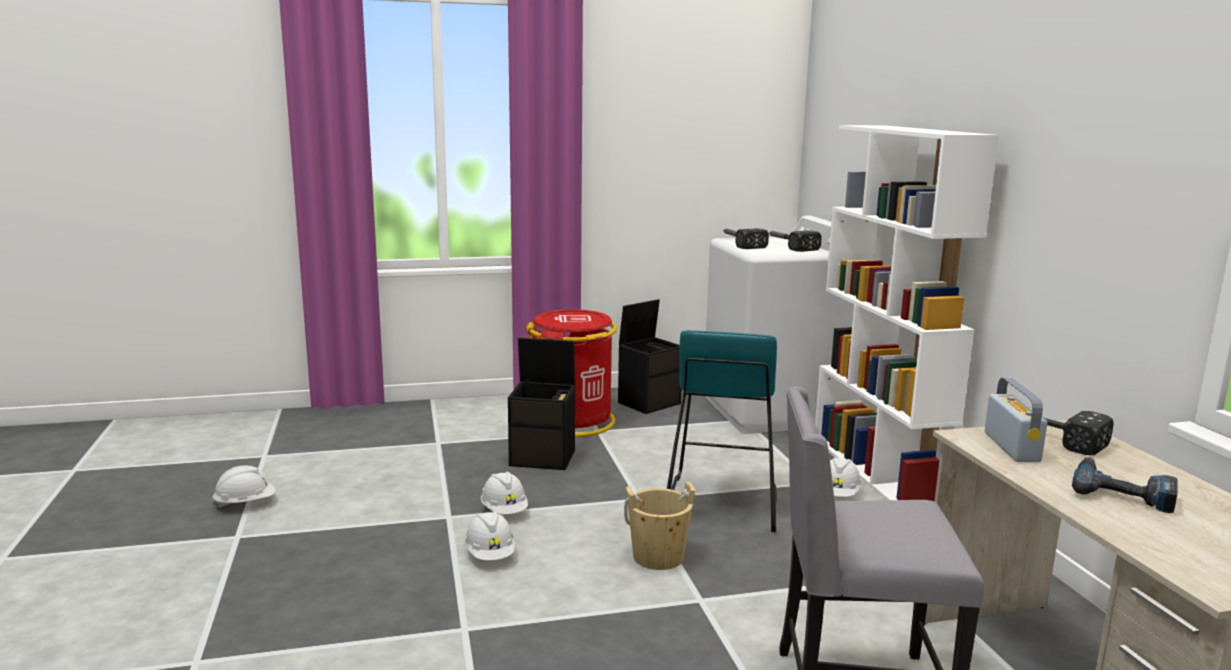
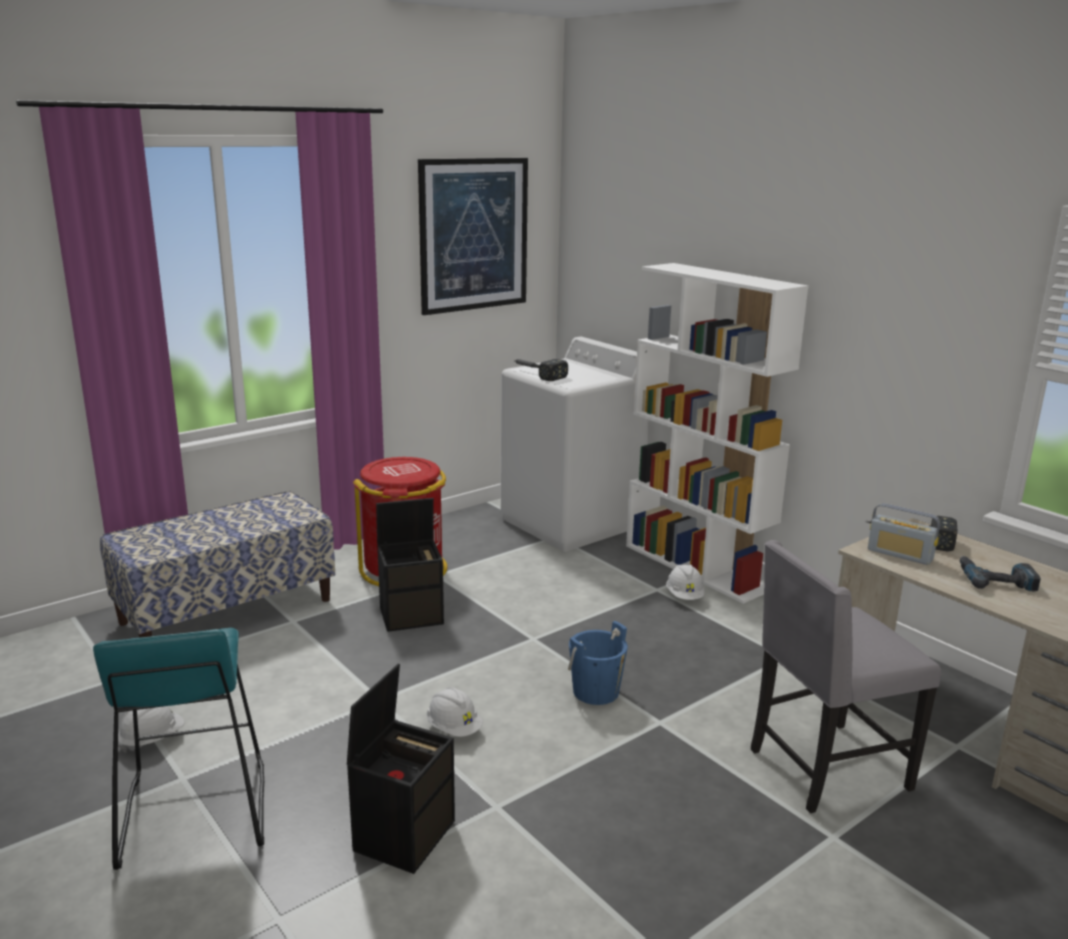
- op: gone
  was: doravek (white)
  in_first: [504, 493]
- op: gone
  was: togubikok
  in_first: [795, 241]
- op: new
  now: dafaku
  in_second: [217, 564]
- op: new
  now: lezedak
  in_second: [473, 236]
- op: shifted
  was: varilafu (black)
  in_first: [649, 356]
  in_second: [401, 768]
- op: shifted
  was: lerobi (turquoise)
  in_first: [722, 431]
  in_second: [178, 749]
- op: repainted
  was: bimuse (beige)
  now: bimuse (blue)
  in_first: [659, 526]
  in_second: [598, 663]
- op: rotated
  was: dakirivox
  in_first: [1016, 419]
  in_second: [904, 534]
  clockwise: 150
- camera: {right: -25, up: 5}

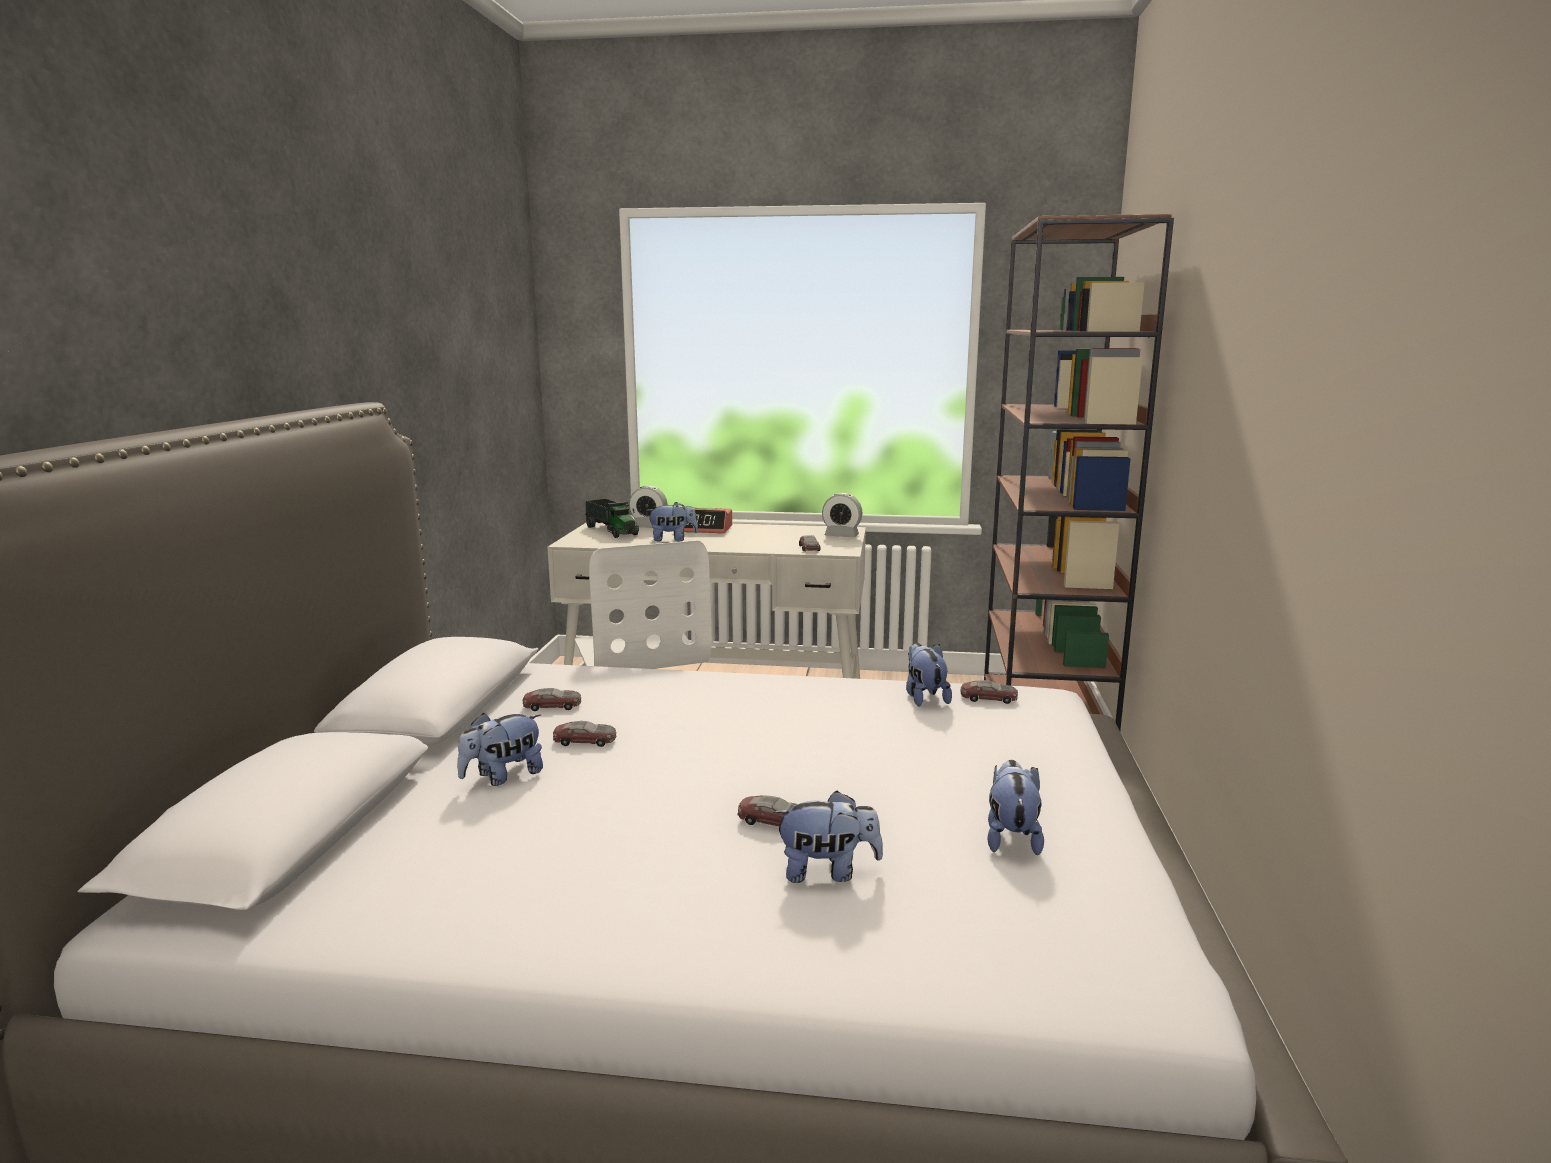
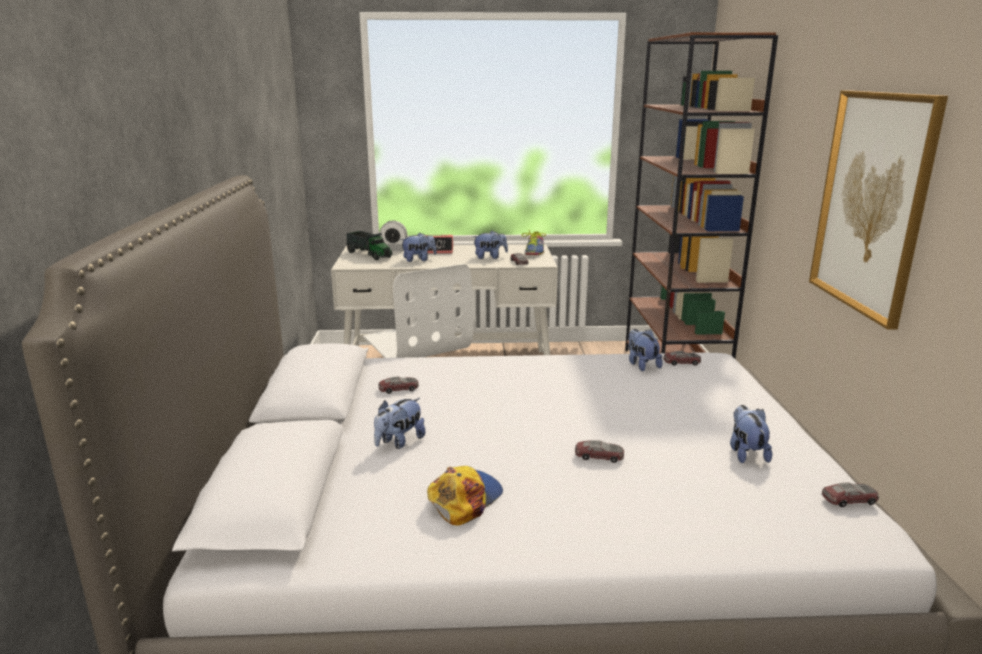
- op: new
  now: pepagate
  in_second: [465, 496]
- op: new
  now: lezedak
  in_second: [878, 210]
- op: shifted
  was: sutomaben
  in_first: [584, 734]
  in_second: [850, 494]
- op: shifted
  was: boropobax
  in_first: [828, 837]
  in_second: [490, 245]
- op: swapped
  was: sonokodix
  now: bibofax
  in_first: [842, 515]
  in_second: [534, 242]
- camera: {right: -10, up: 5}

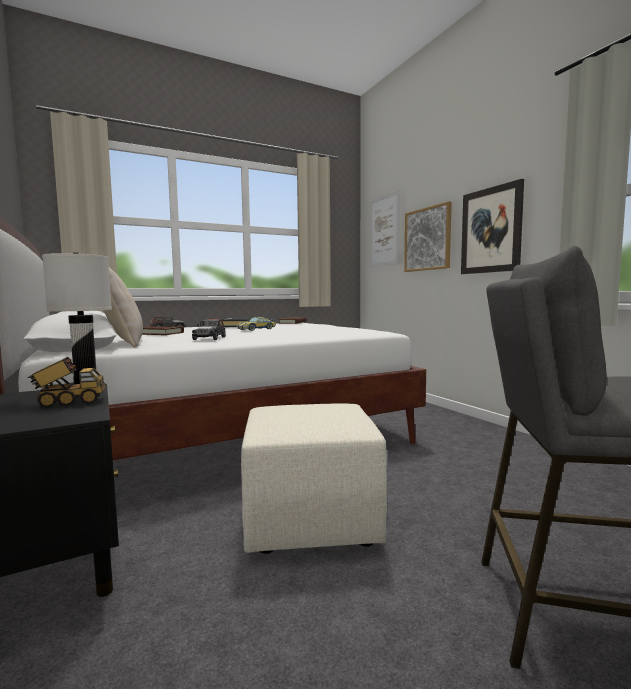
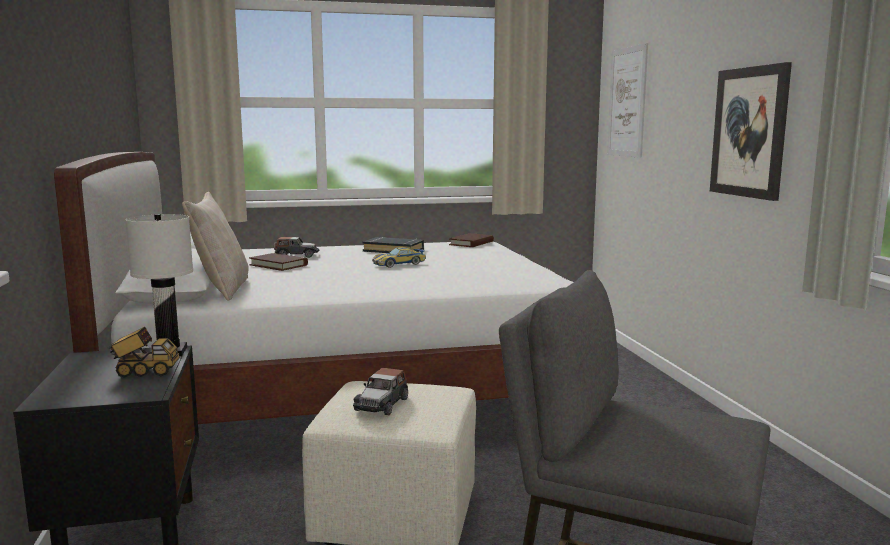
- op: gone
  was: lezedak
  in_first: [428, 236]
- op: shifted
  was: sutomaben
  in_first: [209, 329]
  in_second: [380, 391]
- camera: {right: 15, up: 5}

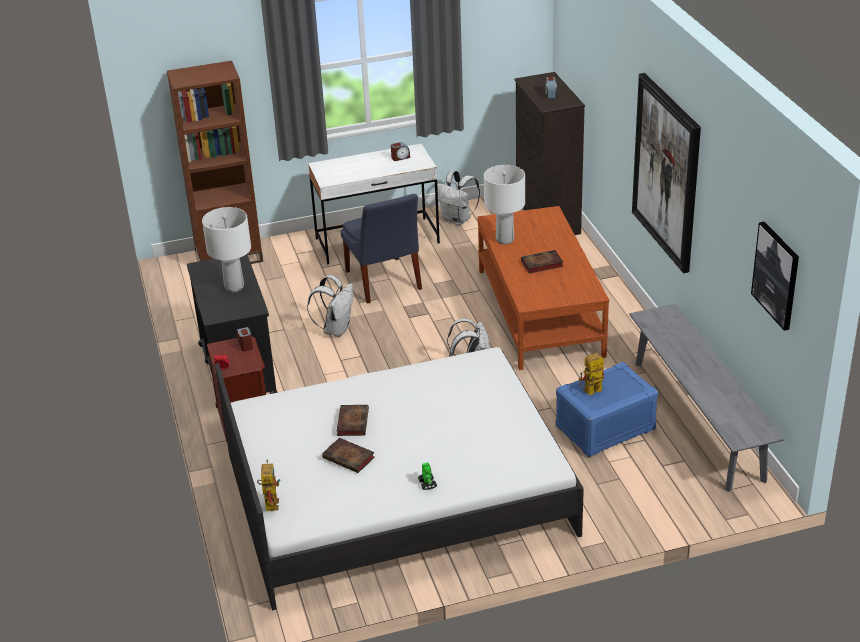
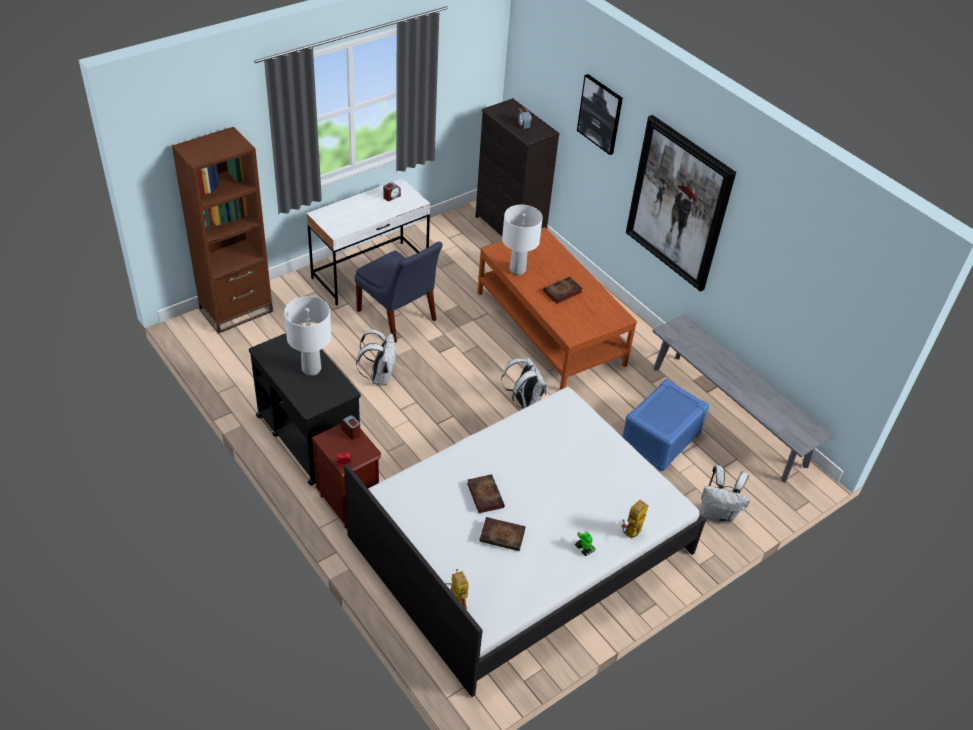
- op: shifted
  was: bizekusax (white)
  in_first: [458, 197]
  in_second: [725, 494]
- op: shifted
  was: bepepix
  in_first: [591, 373]
  in_second: [634, 519]
- op: shifted
  was: lezedak
  in_first: [775, 276]
  in_second: [600, 114]
- camera: {right: -25, up: 10}

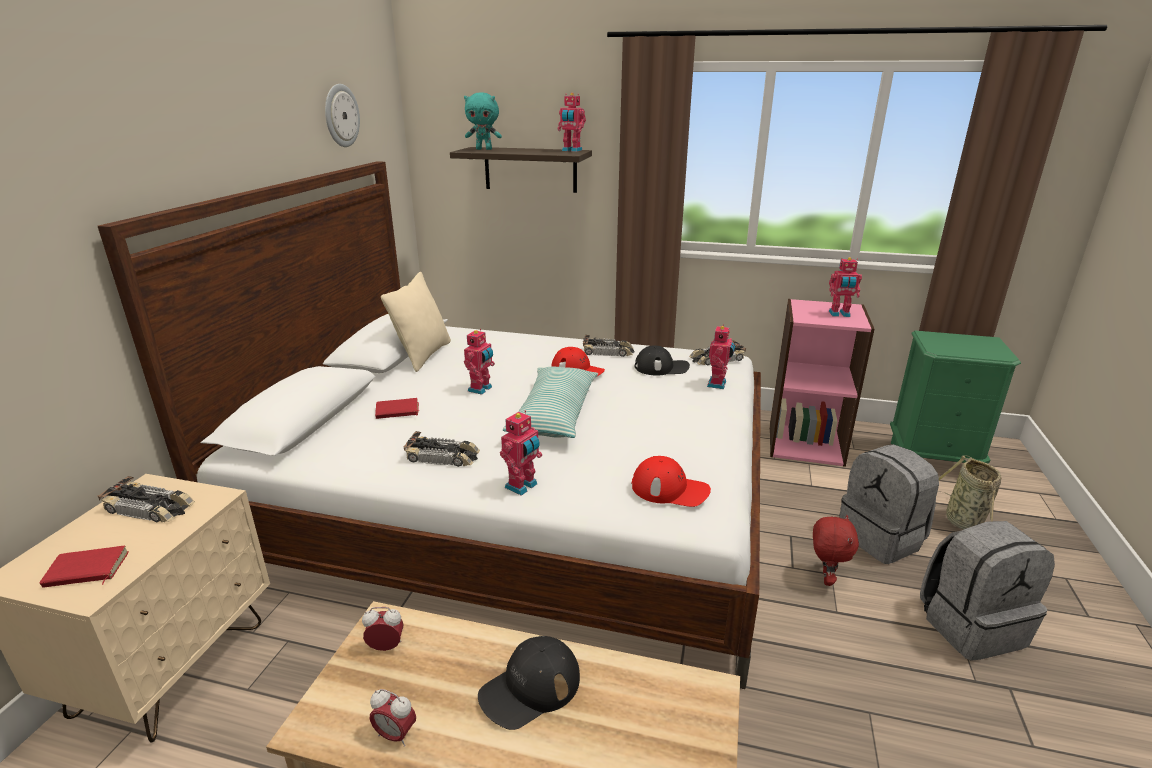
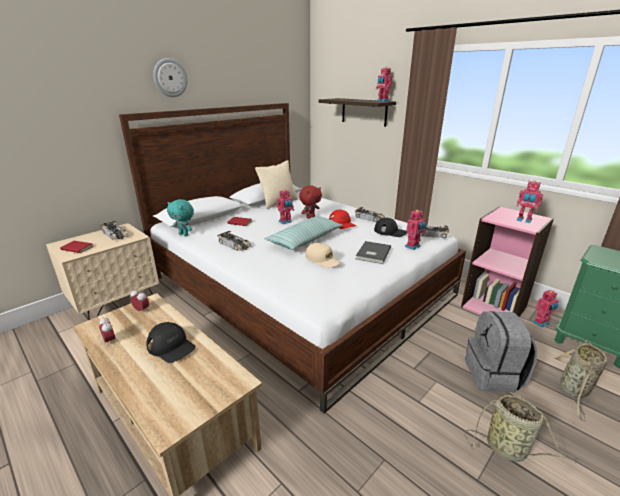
- op: gone
  was: pepagate (red)
  in_first: [671, 481]
- op: new
  now: pepagate (beige)
  in_second: [323, 255]
- op: new
  now: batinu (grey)
  in_second: [373, 252]
- op: shifted
  was: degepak
  in_first: [342, 115]
  in_second: [170, 77]
- op: shifted
  was: boropobax (turquoise)
  in_first: [483, 121]
  in_second: [180, 217]
- op: shifted
  was: bepepix
  in_first: [521, 453]
  in_second: [545, 308]
- op: shifted
  was: boropobax (red)
  in_first: [836, 550]
  in_second: [310, 202]
- op: swapped
  was: bizekusax (grey)
  now: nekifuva
  in_first: [987, 591]
  in_second: [520, 429]
- op: rotated
  was: pepagate (black)
  in_first: [529, 683]
  in_second: [171, 342]
  clockwise: -135
- camera: {right: 30, up: 0}

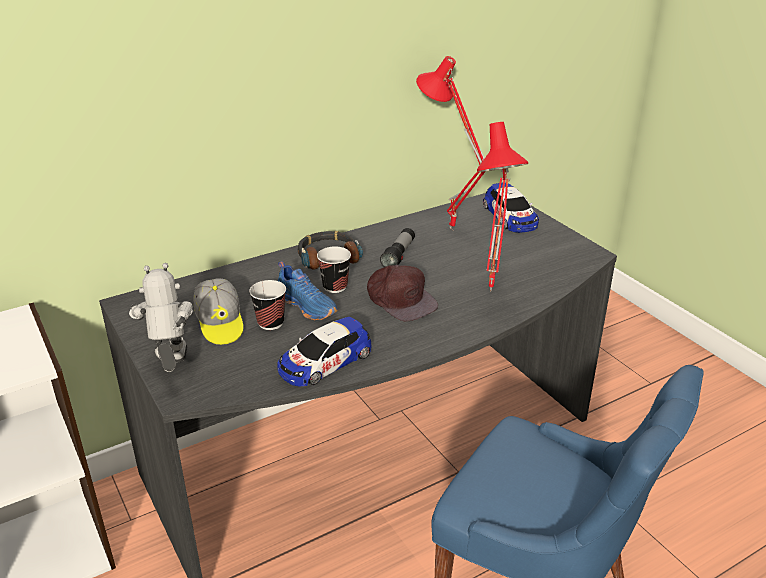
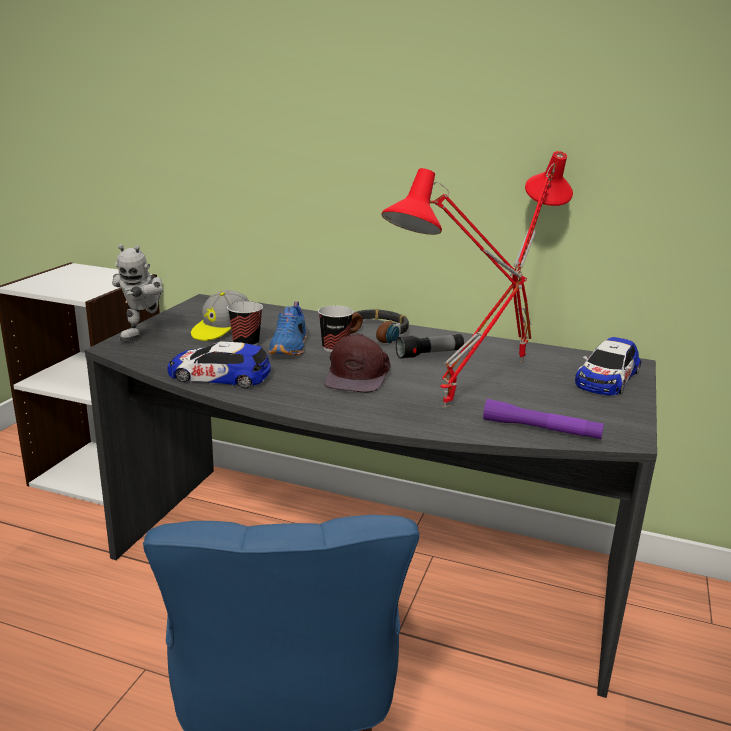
- op: new
  now: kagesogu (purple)
  in_second: [543, 419]
- op: rotated
  was: bepepix
  in_first: [161, 317]
  in_second: [137, 292]
  clockwise: 150
- camera: {right: 50, up: -10}

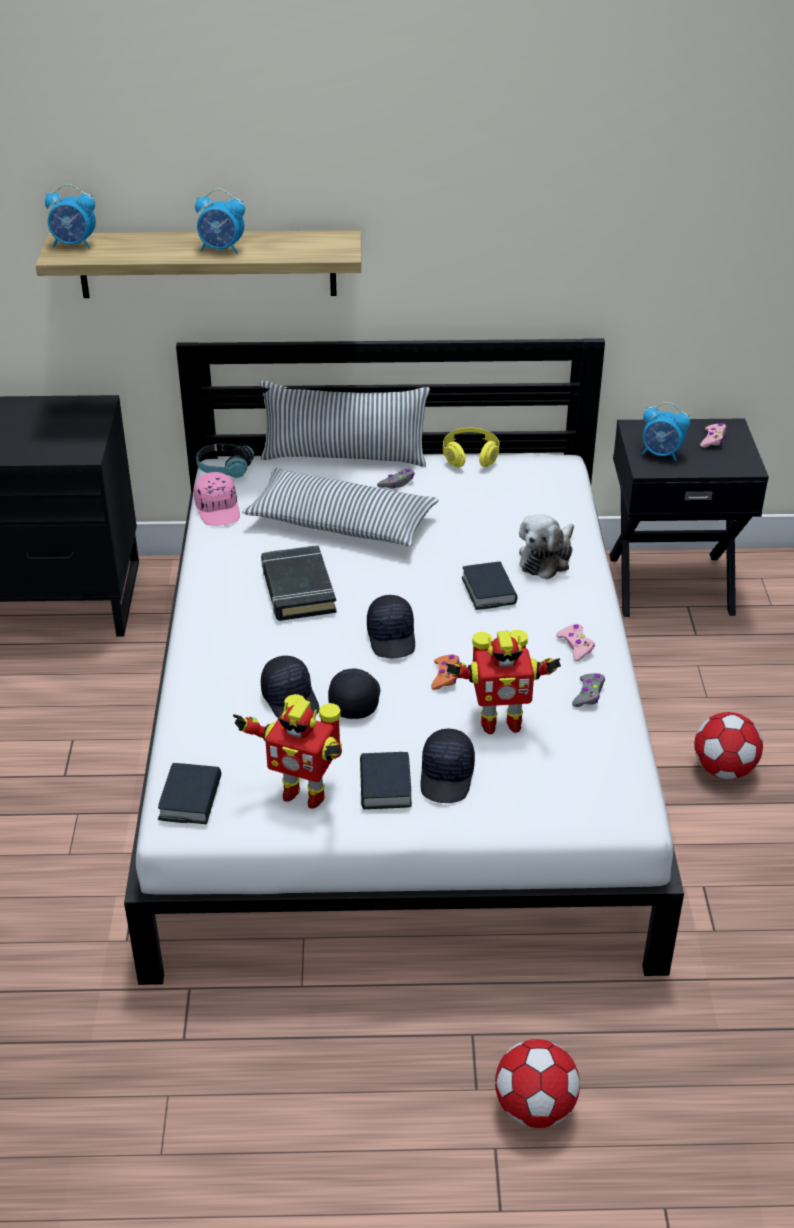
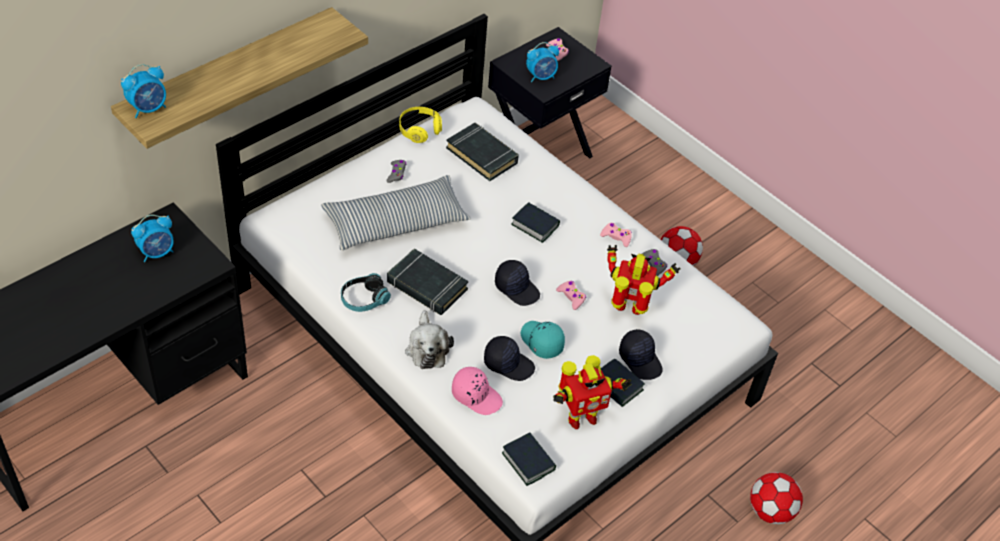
- op: gone
  was: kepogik
  in_first: [345, 424]
- op: new
  now: batinu (black)
  in_second: [482, 152]
- op: shifted
  was: pepagate (pink)
  in_first: [217, 499]
  in_second: [477, 391]
- op: shifted
  was: sonokodix
  in_first: [220, 221]
  in_second: [152, 238]
- op: shifted
  was: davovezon
  in_first: [225, 460]
  in_second: [366, 292]
- op: shifted
  was: boropobax
  in_first: [546, 546]
  in_second: [429, 339]
- op: repainted
  was: pepagate (black)
  now: pepagate (turquoise)
  in_first: [354, 694]
  in_second: [543, 340]
- op: repainted
  was: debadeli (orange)
  now: debadeli (pink)
  in_first: [445, 672]
  in_second: [571, 295]
- op: rotated
  was: bepepix
  in_first: [503, 682]
  in_second: [643, 280]
  clockwise: -120
- camera: {right: -45, up: 10}

